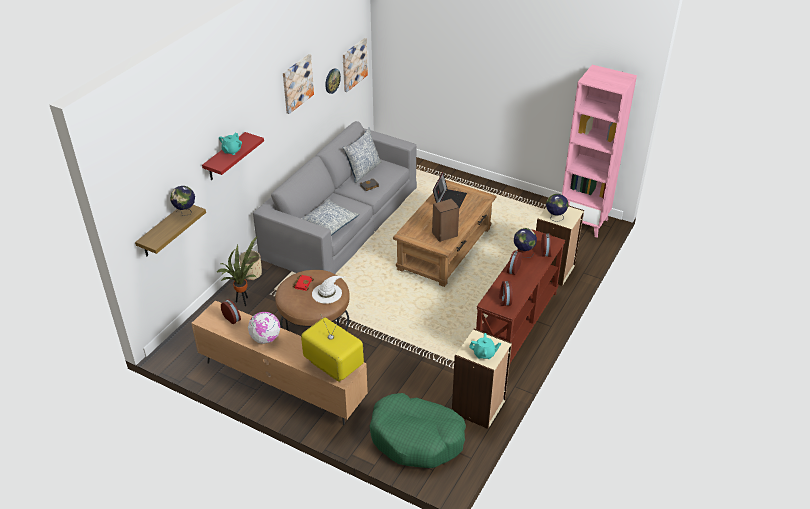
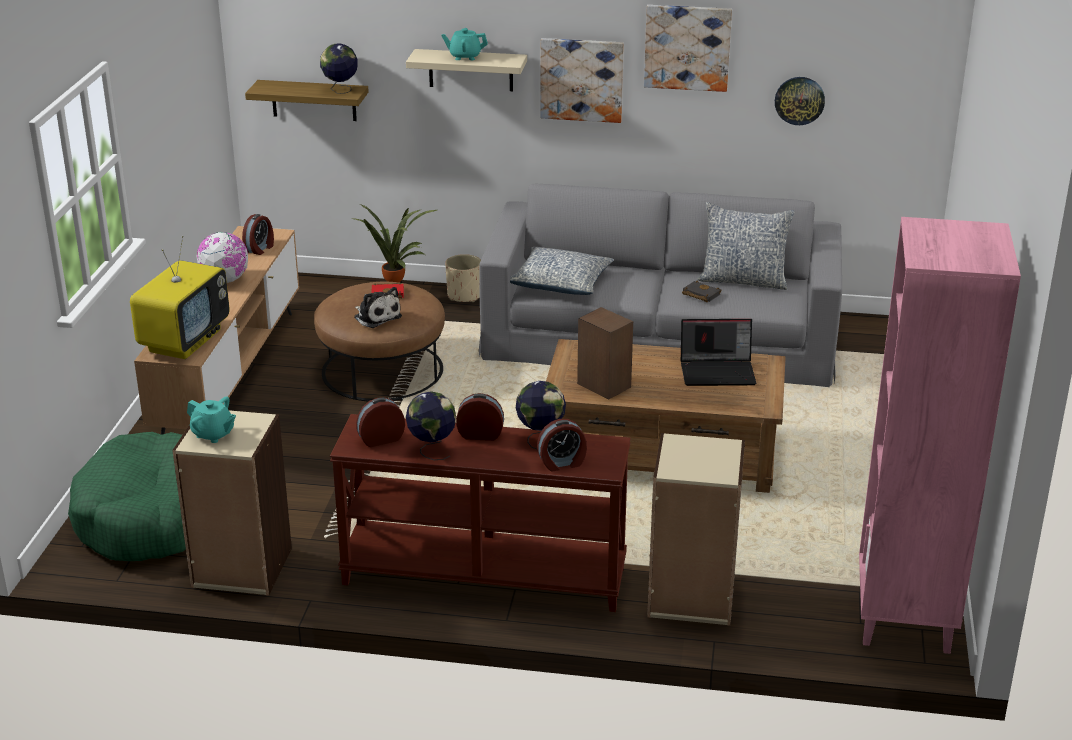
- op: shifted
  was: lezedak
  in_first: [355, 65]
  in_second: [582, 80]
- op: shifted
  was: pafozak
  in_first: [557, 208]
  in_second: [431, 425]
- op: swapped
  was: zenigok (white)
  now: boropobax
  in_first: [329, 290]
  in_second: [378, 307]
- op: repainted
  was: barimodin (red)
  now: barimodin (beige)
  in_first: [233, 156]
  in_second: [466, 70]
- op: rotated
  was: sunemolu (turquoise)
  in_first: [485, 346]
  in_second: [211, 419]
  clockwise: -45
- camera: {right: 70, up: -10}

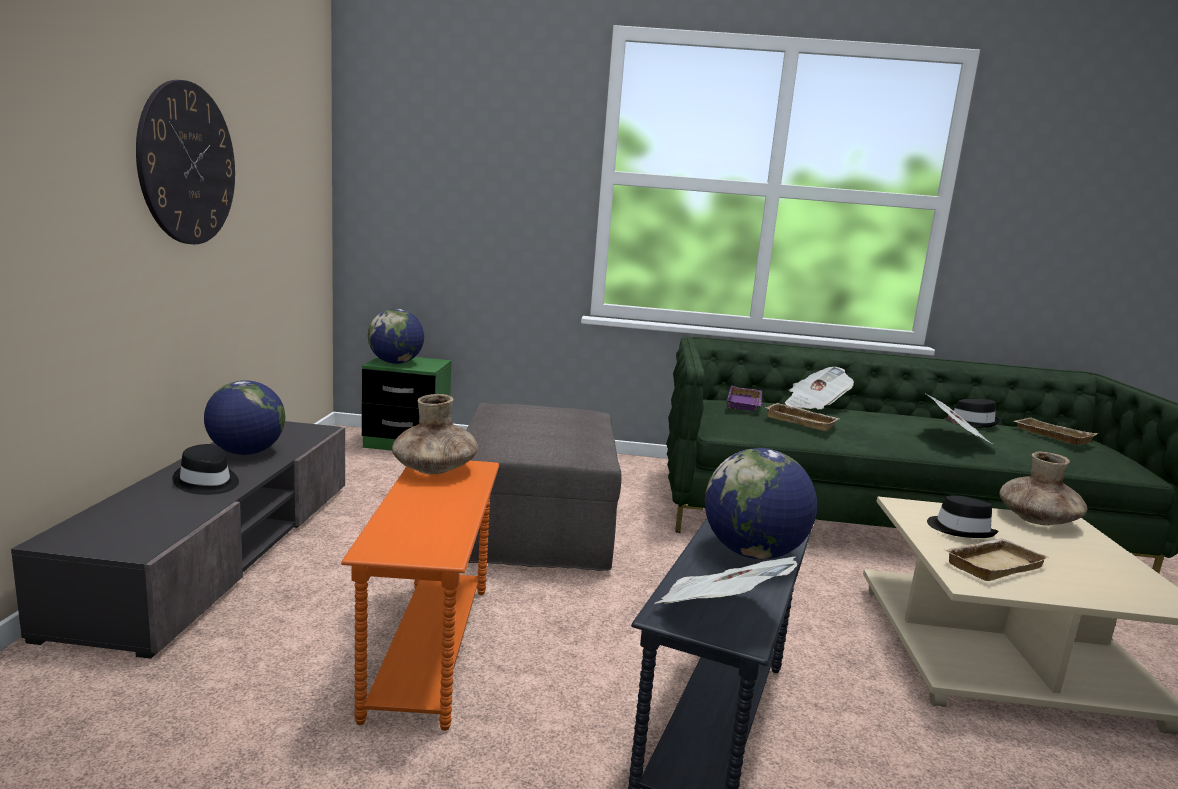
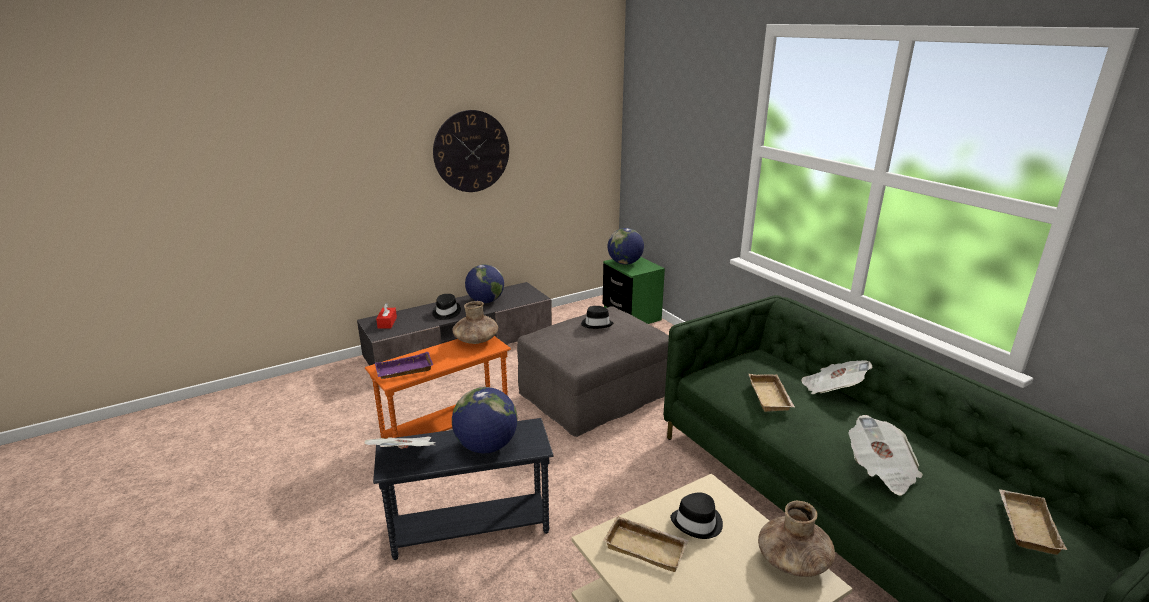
- op: new
  now: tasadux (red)
  in_second: [386, 316]
- op: shifted
  was: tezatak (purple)
  in_first: [744, 398]
  in_second: [404, 365]
- op: shifted
  was: zenigok (black)
  in_first: [972, 413]
  in_second: [597, 317]
- camera: {right: 55, up: 10}

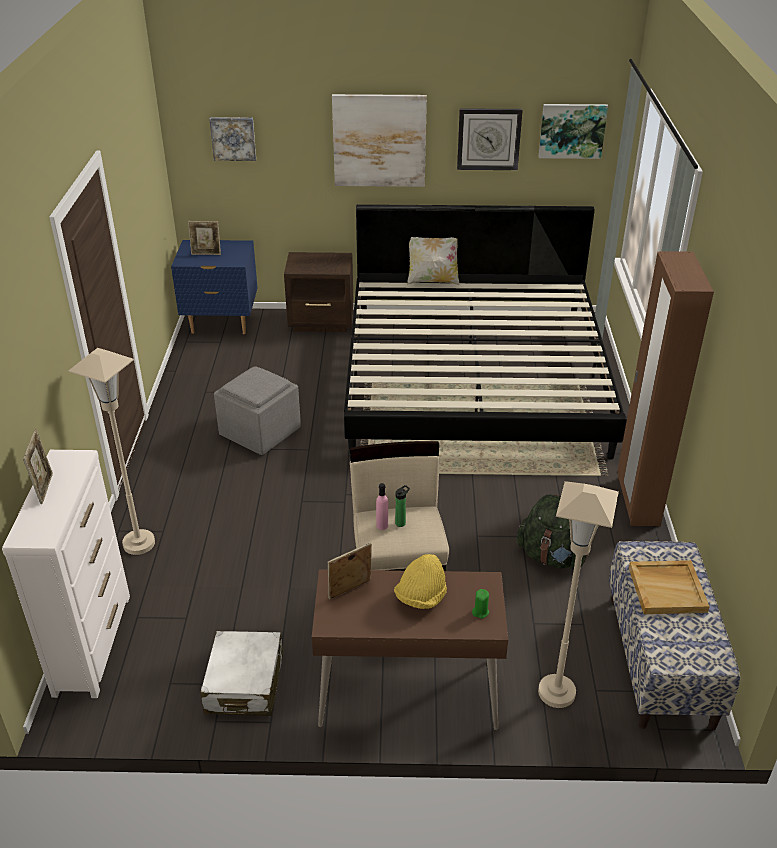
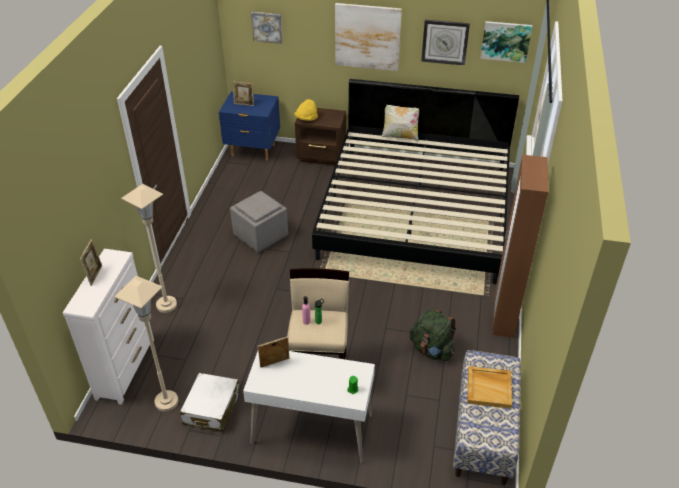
- op: shifted
  was: zenigok (yellow)
  in_first: [420, 581]
  in_second: [306, 110]
- op: shifted
  was: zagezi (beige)
  in_first: [578, 594]
  in_second: [146, 344]
- op: repainted
  was: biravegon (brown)
  now: biravegon (white)
  in_first: [410, 649]
  in_second: [309, 407]
- camera: {right: 10, up: 5}

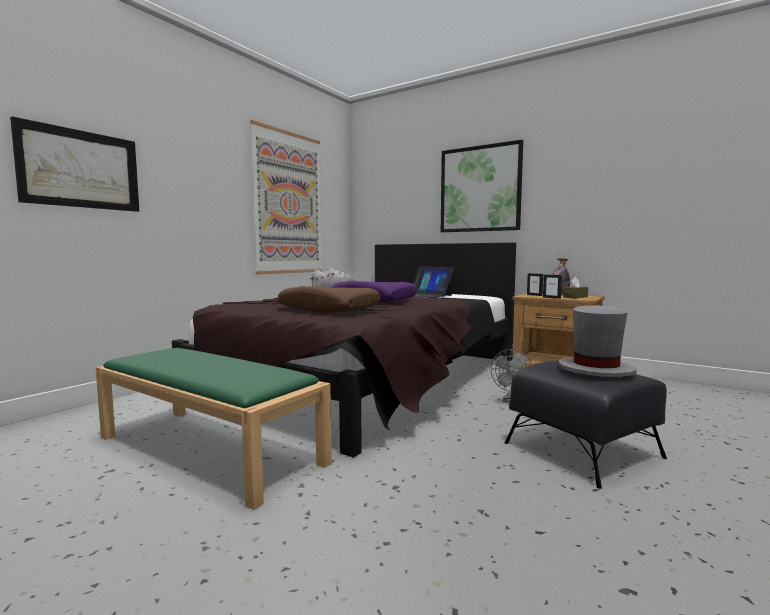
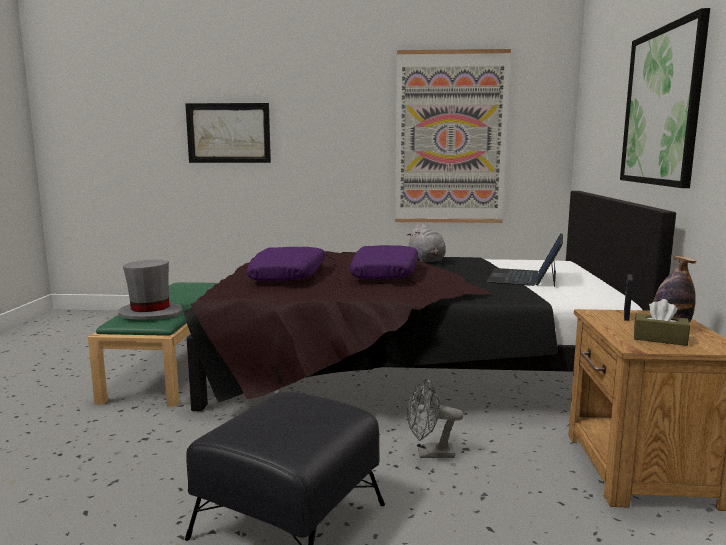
- op: gone
  was: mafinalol
  in_first: [552, 286]
- op: shifted
  was: zenigok (grey)
  in_first: [597, 341]
  in_second: [150, 290]
- op: repainted
  was: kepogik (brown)
  now: kepogik (purple)
  in_first: [328, 300]
  in_second: [286, 264]
- camera: {right: 60, up: 5}

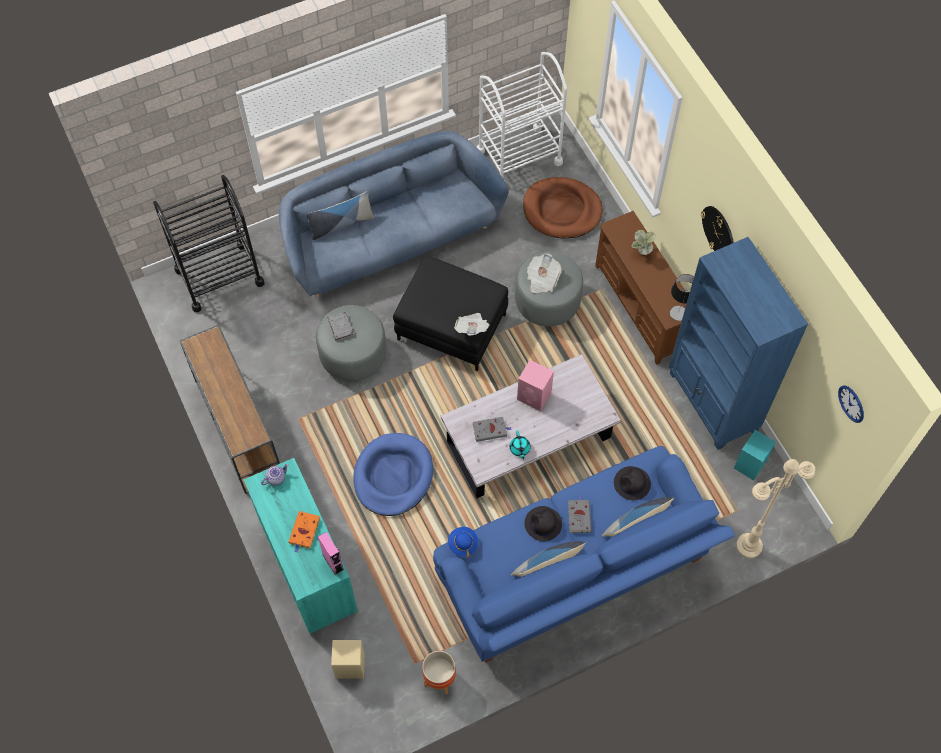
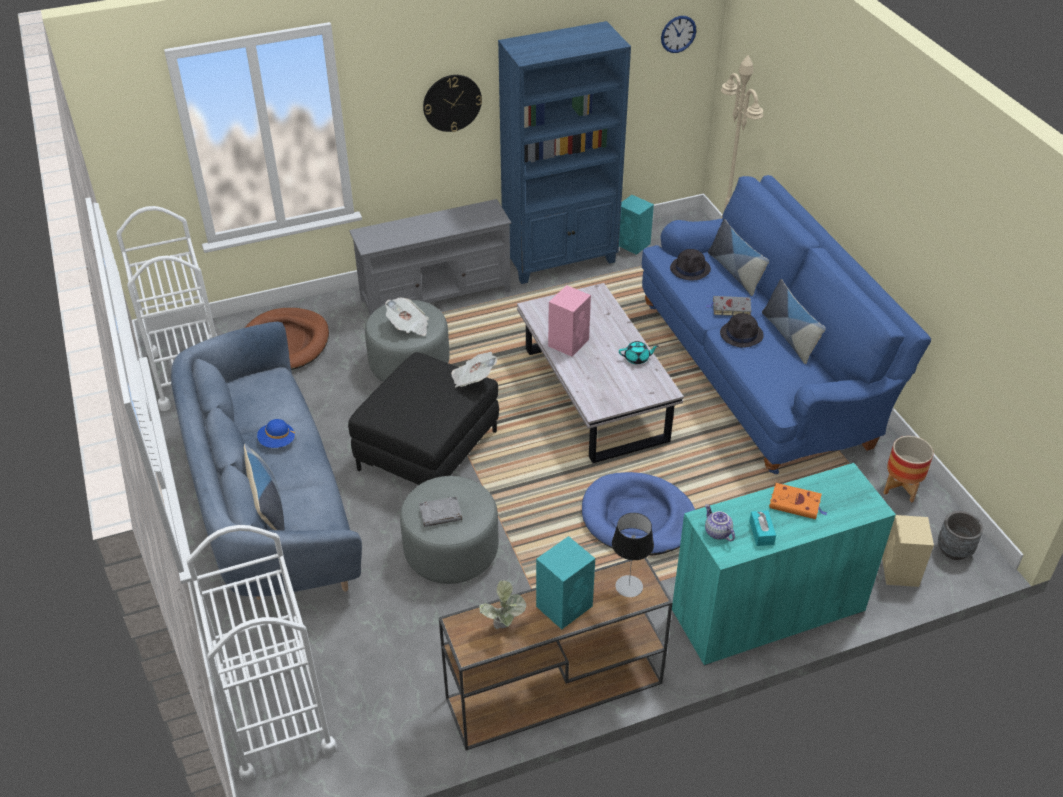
- op: gone
  was: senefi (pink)
  in_first: [331, 553]
- op: gone
  was: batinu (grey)
  in_first: [492, 429]
- op: new
  now: senefi (turquoise)
  in_second: [565, 582]
- op: new
  now: tasadux (turquoise)
  in_second: [762, 528]
- op: new
  now: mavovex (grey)
  in_second: [960, 535]
- op: shifted
  was: zenigok (blue)
  in_first: [463, 542]
  in_second: [276, 433]
- op: shifted
  was: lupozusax
  in_first: [643, 242]
  in_second: [502, 604]
- op: shifted
  was: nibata
  in_first: [682, 297]
  in_second: [633, 555]
- op: repainted
  was: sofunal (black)
  now: sofunal (white)
  in_first: [209, 244]
  in_second: [262, 653]
- op: repainted
  was: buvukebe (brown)
  now: buvukebe (grey)
  in_first: [641, 288]
  in_second: [430, 257]
- camera: {right: -85, up: -20}

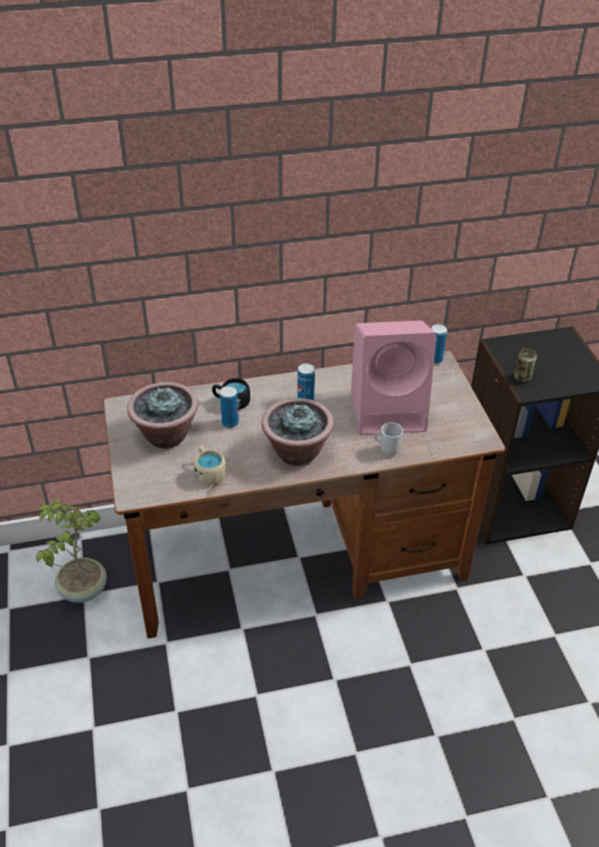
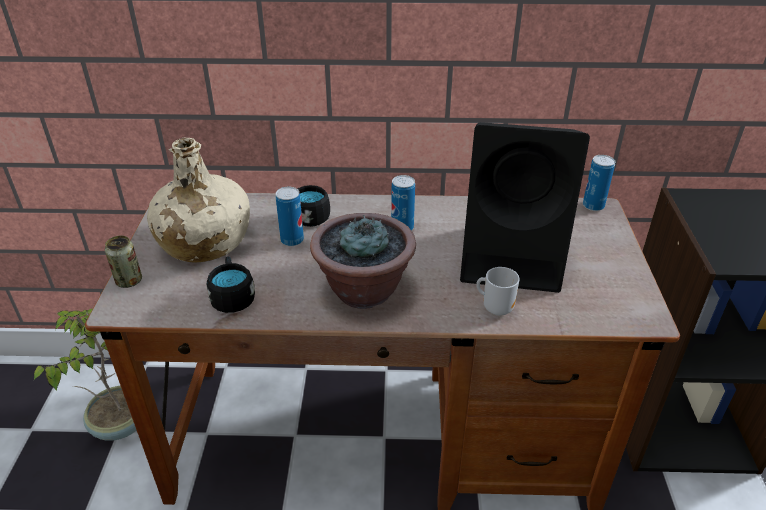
- op: shifted
  was: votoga
  in_first: [525, 365]
  in_second: [123, 262]
- op: swapped
  was: lupozusax
  now: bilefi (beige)
  in_first: [162, 415]
  in_second: [198, 200]
- op: repainted
  was: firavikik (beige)
  now: firavikik (black)
  in_first: [210, 465]
  in_second: [231, 284]
- op: repainted
  was: senefi (pink)
  now: senefi (black)
  in_first: [394, 377]
  in_second: [525, 207]
- camera: {right: 15, up: -5}

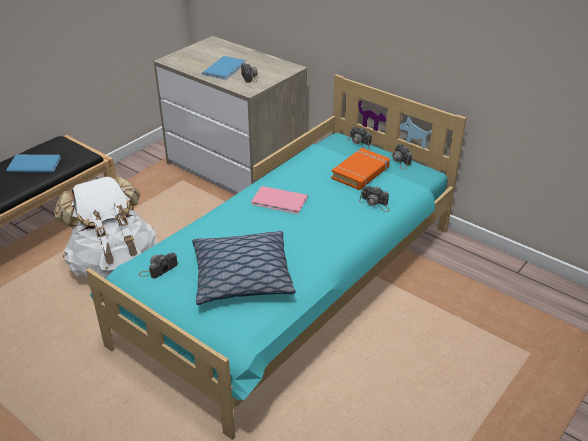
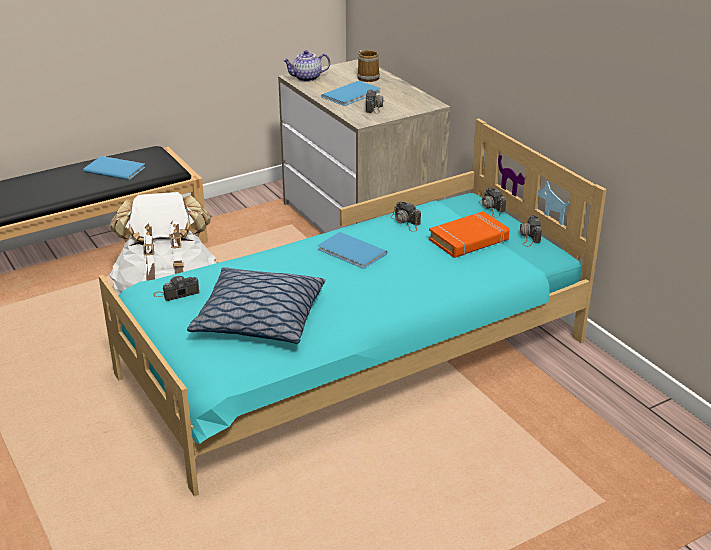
- op: new
  now: sunemolu
  in_second: [306, 66]
- op: new
  now: firavikik
  in_second: [368, 66]
- op: shifted
  was: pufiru
  in_first: [374, 199]
  in_second: [405, 216]
- op: repainted
  was: batinu (pink)
  now: batinu (blue)
  in_first: [279, 200]
  in_second: [352, 250]
- camera: {right: 20, up: -5}

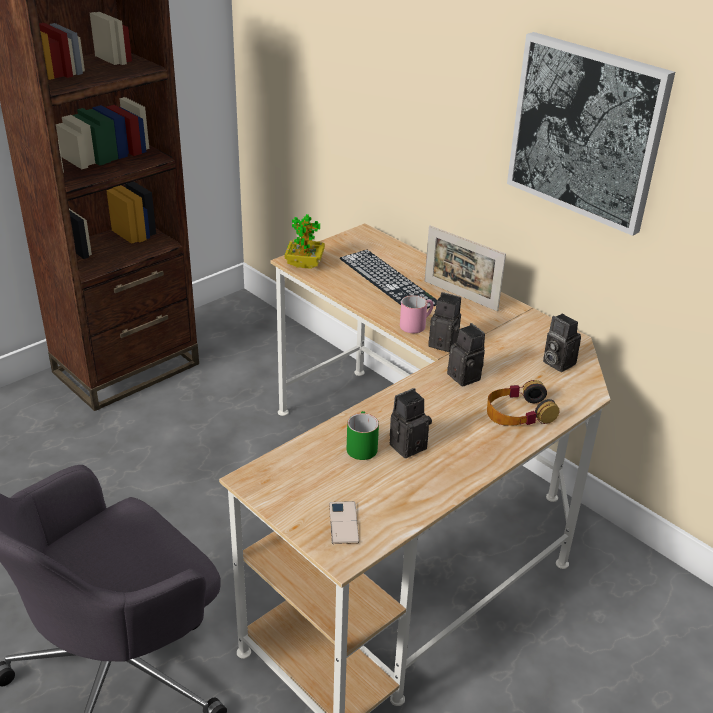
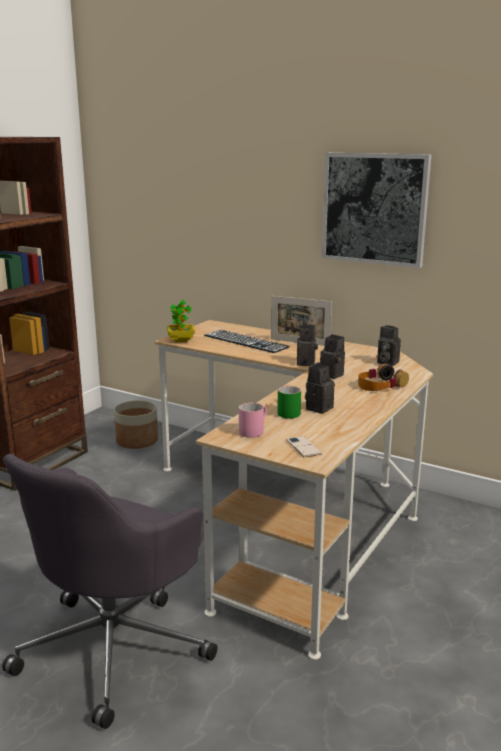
- op: new
  now: mavovex
  in_second: [136, 424]
- op: shifted
  was: firavikik (pink)
  in_first: [417, 314]
  in_second: [253, 420]
- camera: {right: -15, up: -15}

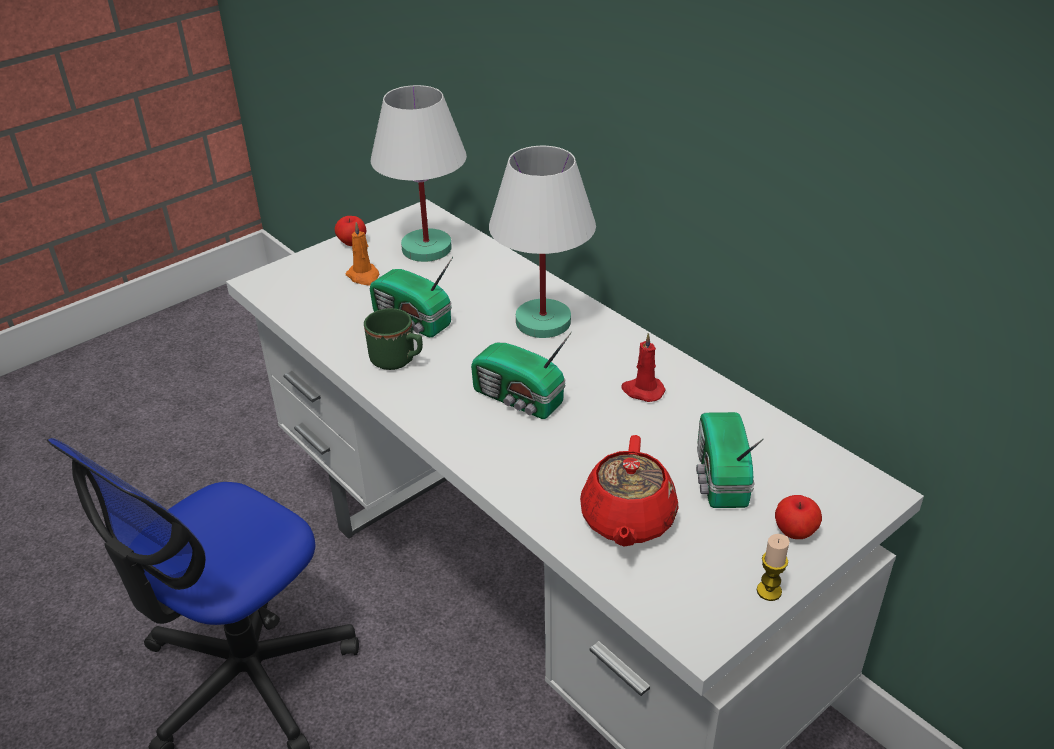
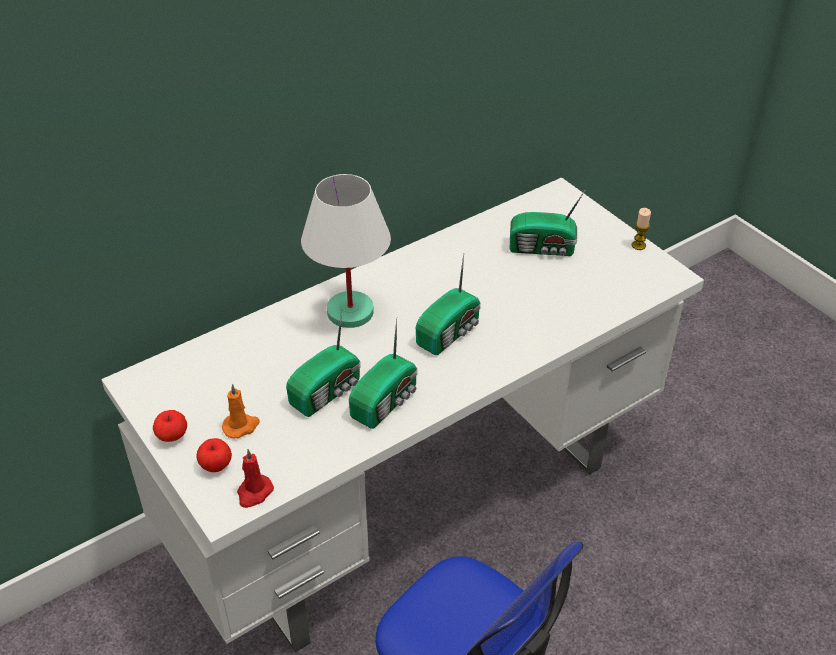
- op: gone
  was: nibata (white)
  in_first: [419, 173]
- op: gone
  was: sunemolu (red)
  in_first: [629, 491]
- op: shifted
  was: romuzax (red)
  in_first: [643, 367]
  in_second: [255, 478]
- op: shifted
  was: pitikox
  in_first: [798, 517]
  in_second: [214, 455]
- op: swapped
  was: firavikik (green)
  now: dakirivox
  in_first: [393, 339]
  in_second: [383, 373]
- camera: {right: -85, up: 5}

